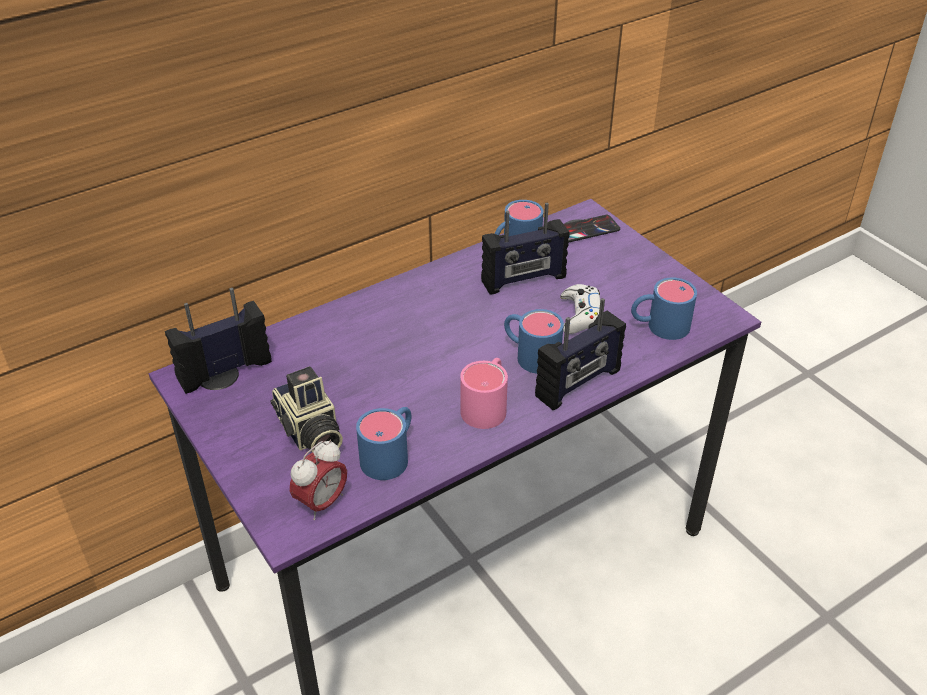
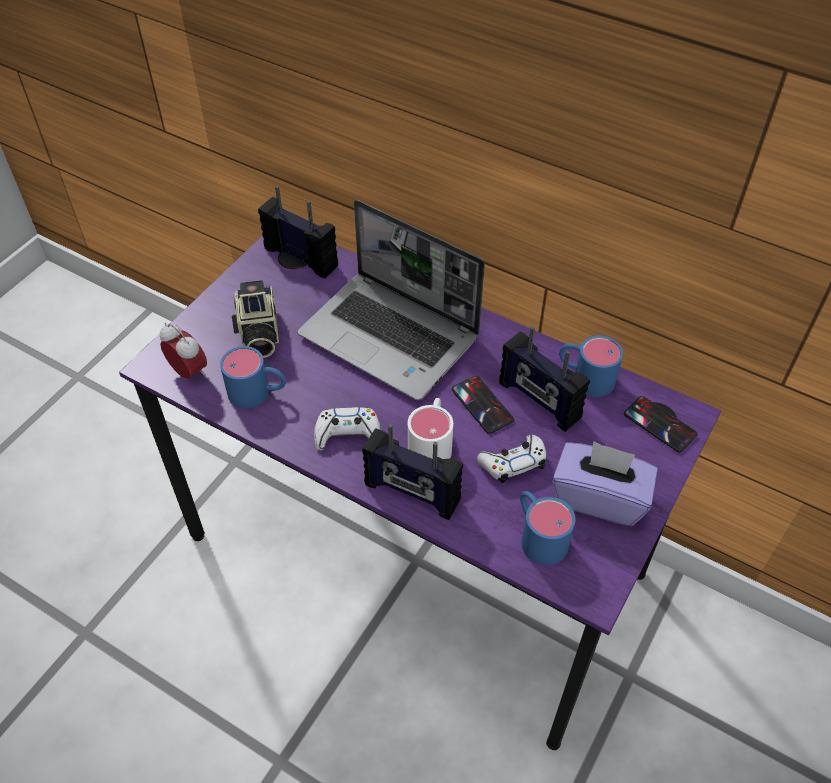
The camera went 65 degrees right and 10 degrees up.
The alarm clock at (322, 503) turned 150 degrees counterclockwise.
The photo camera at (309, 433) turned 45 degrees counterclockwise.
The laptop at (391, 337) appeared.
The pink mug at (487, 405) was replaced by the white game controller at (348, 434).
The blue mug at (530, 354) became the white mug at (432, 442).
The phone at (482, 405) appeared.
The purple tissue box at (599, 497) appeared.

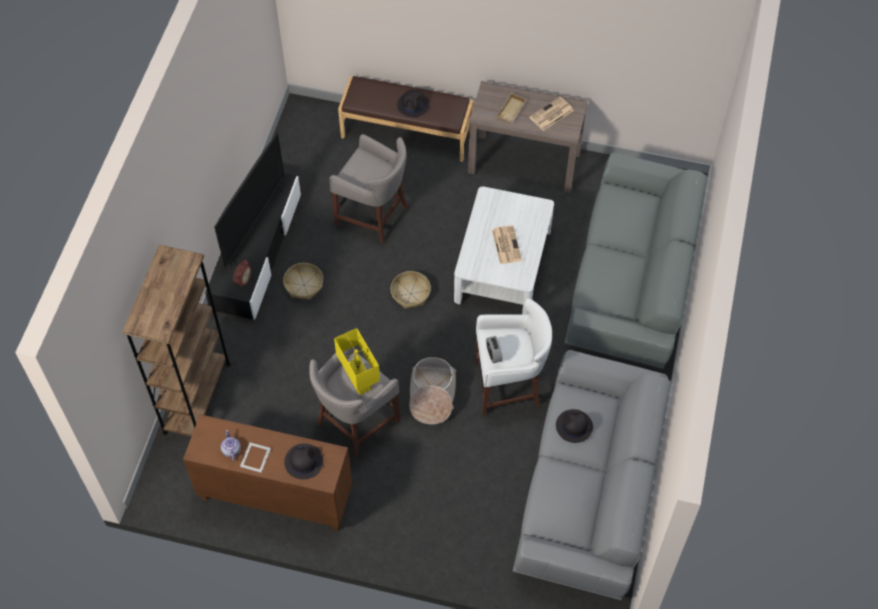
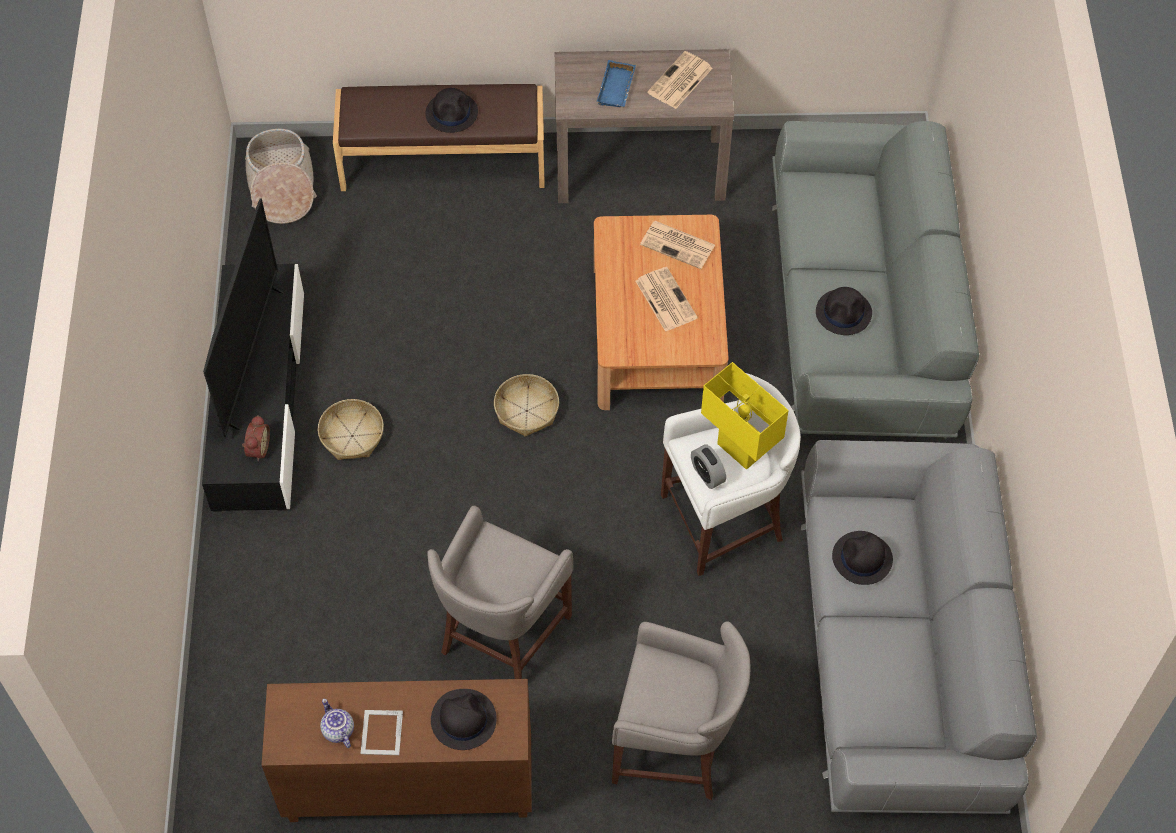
The camera went 15 degrees left and 0 degrees up.
The basket moved from (432, 395) to (281, 187).
The white coffee table at (503, 265) became the brown coffee table at (657, 334).
The beige tray at (512, 111) became the blue tray at (617, 89).
The grey stool moved from (374, 215) to (676, 747).
The newspaper at (679, 245) appeared.
The yellow table lamp moved from (359, 382) to (739, 450).
The black hat at (844, 312) appeared.
The brown bookcase at (197, 398) disappeared.

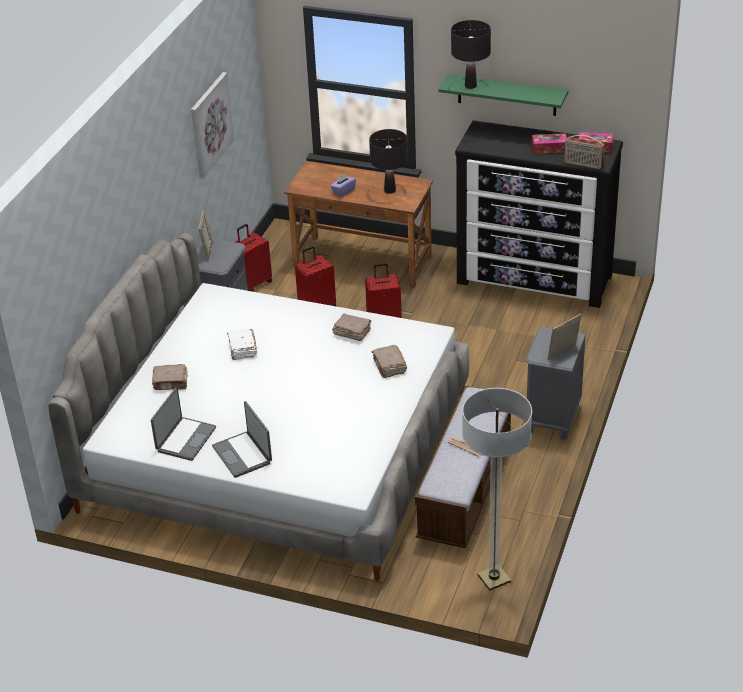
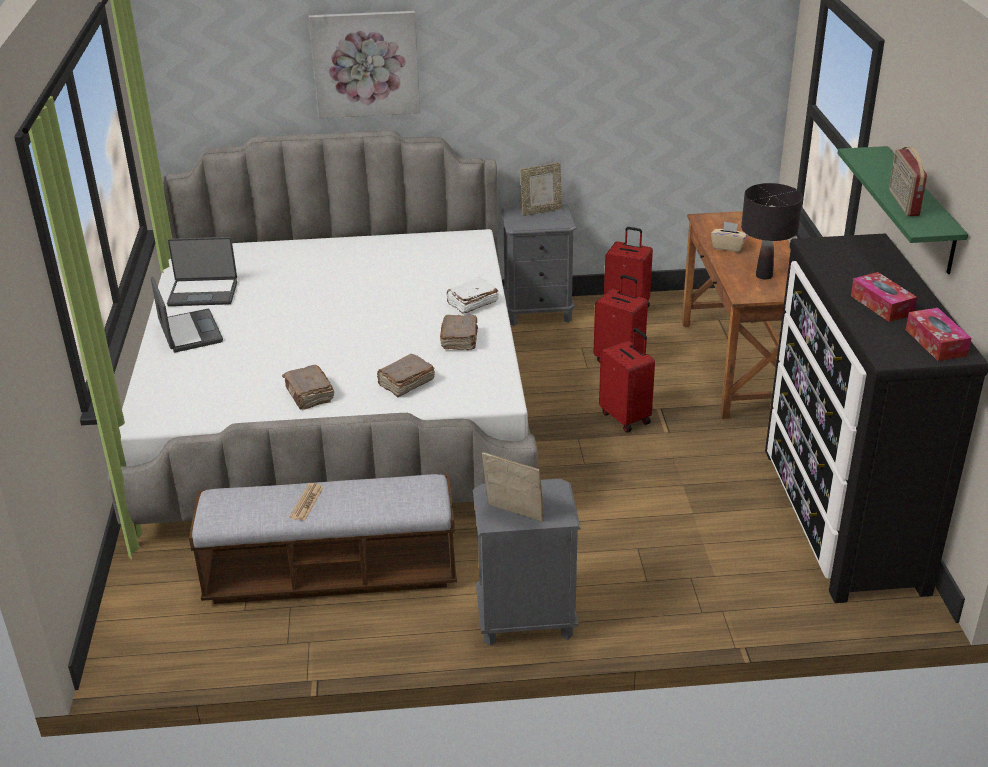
The camera went 65 degrees right and 5 degrees down.
The laptop at (243, 455) turned 120 degrees clockwise.
The brown book moved from (171, 383) to (309, 395).
The picture moved from (210, 124) to (365, 64).
The white book moved from (242, 349) to (471, 303).
The purple tissue box at (343, 191) became the beige tissue box at (728, 247).
The radio moved from (583, 164) to (902, 203).
The black table lamp at (470, 86) disappeared.
The floor lamp at (494, 578) disappeared.

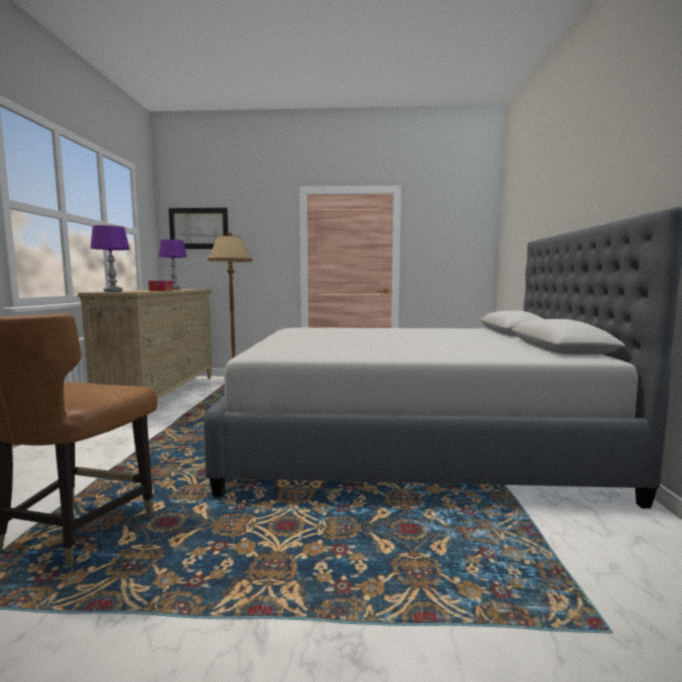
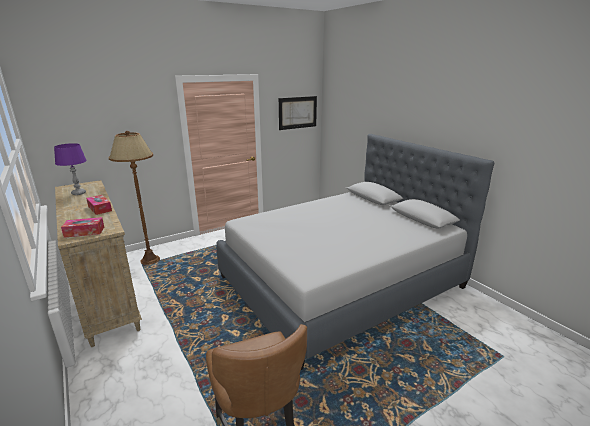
The camera went 35 degrees left and 15 degrees up.
The purple table lamp at (113, 291) was replaced by the tissue box at (84, 232).
The picture moved from (199, 228) to (298, 112).

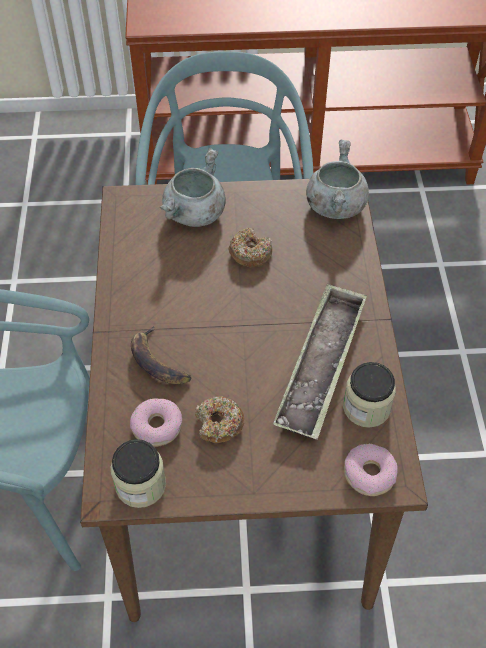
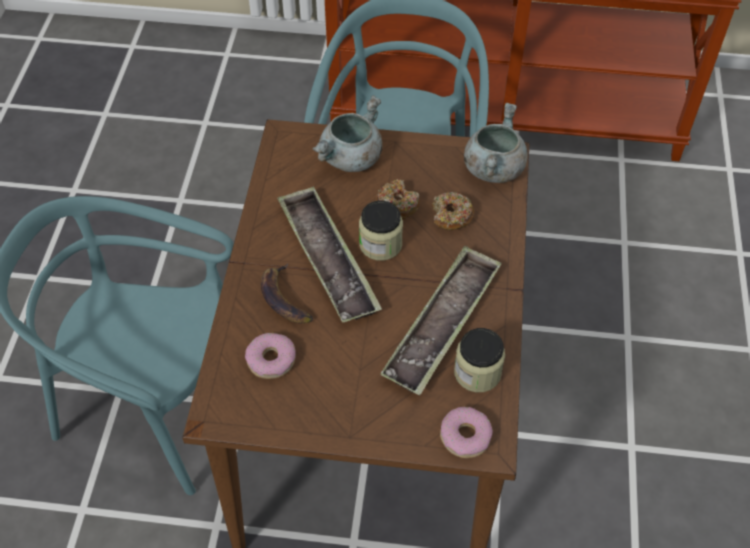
The camera went 10 degrees right and 0 degrees up.
The tray at (327, 259) appeared.
The jar moved from (141, 485) to (380, 244).
The donut moved from (219, 424) to (451, 216).

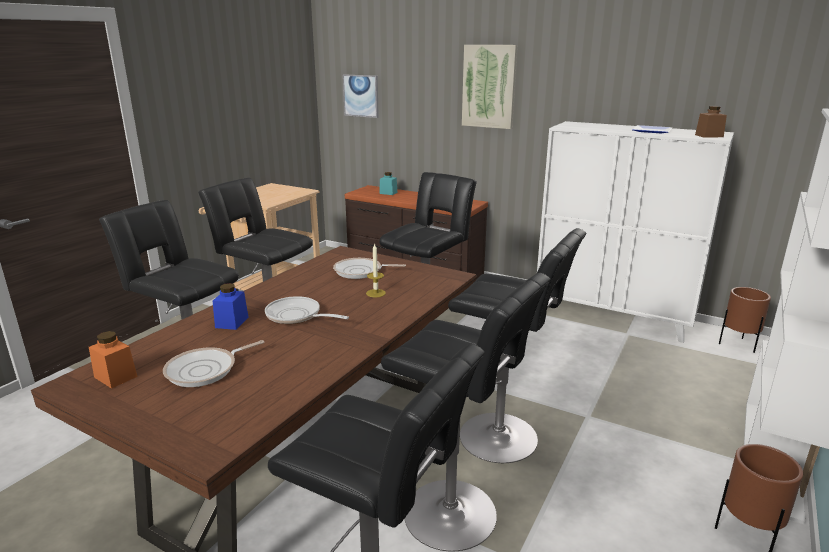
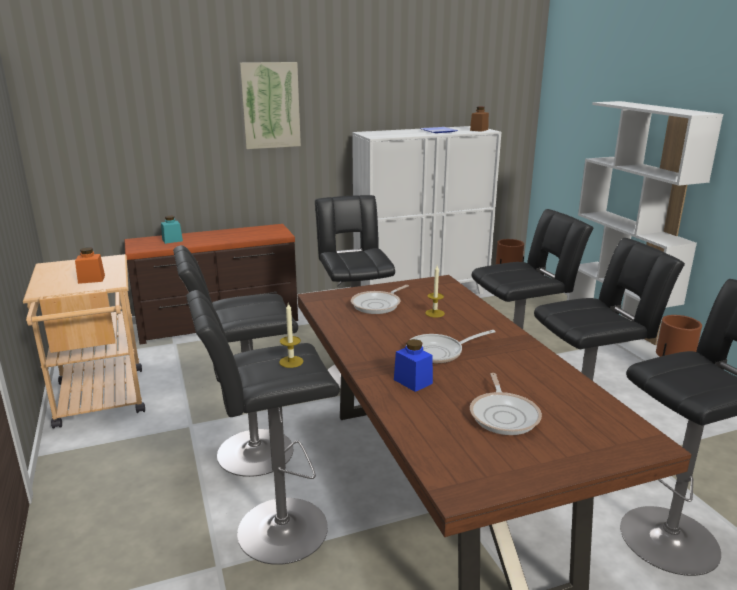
The camera went 50 degrees left and 0 degrees up.
The orange jar moved from (115, 377) to (91, 279).
The candle at (291, 362) appeared.
The picture at (361, 96) disappeared.

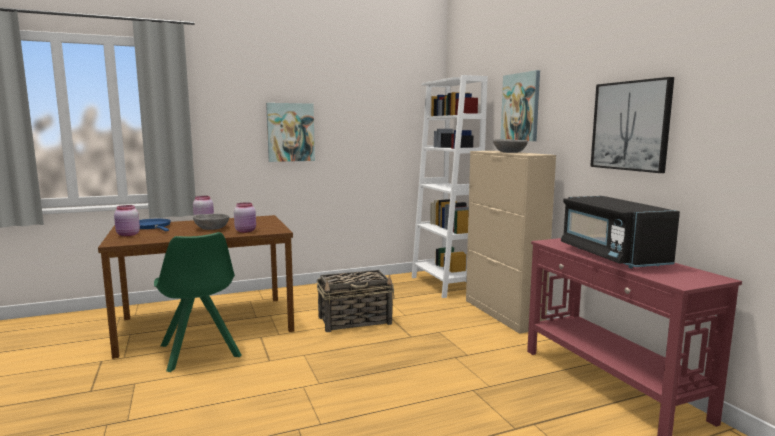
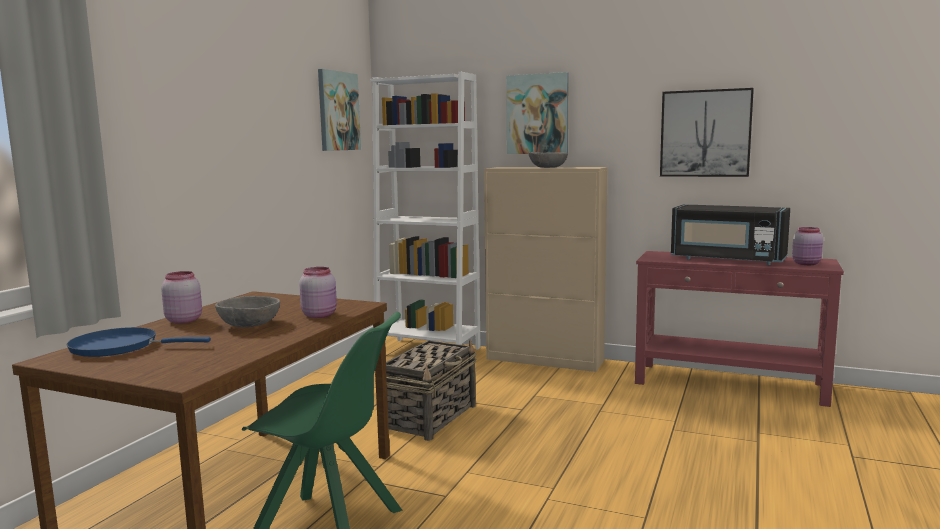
The camera went 45 degrees left and 0 degrees up.
The picture moved from (290, 132) to (338, 111).
The pink jar moved from (128, 235) to (807, 264).

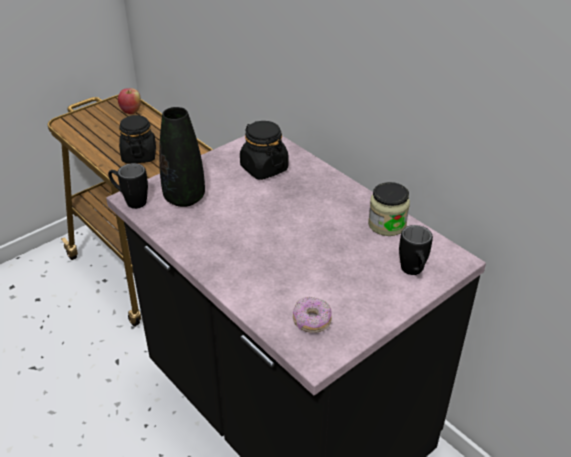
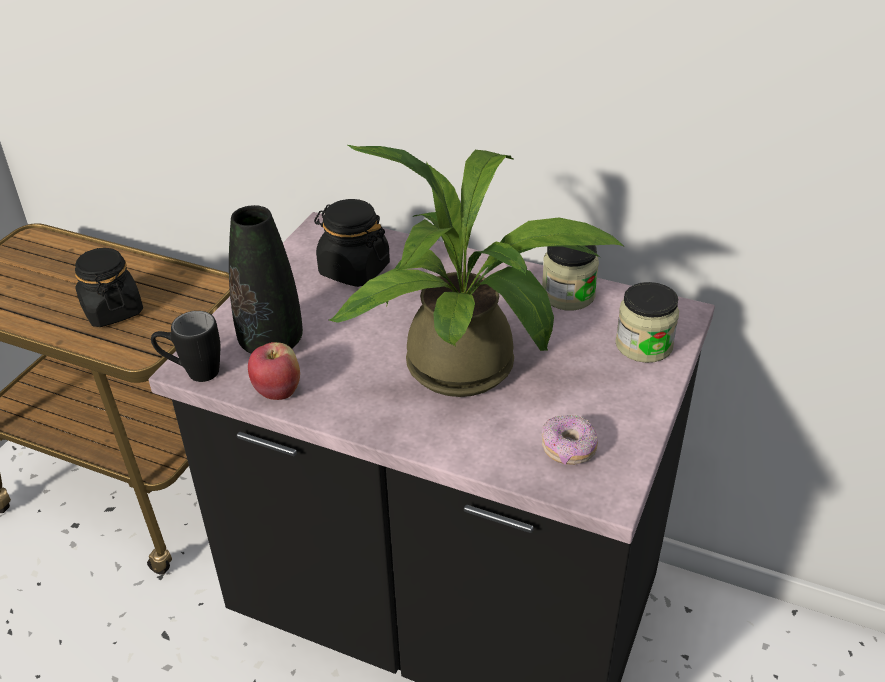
The camera went 25 degrees left and 0 degrees up.
The apple moved from (131, 111) to (277, 391).
The potted plant at (473, 370) appeared.
The black mug at (413, 273) was replaced by the jar at (644, 345).

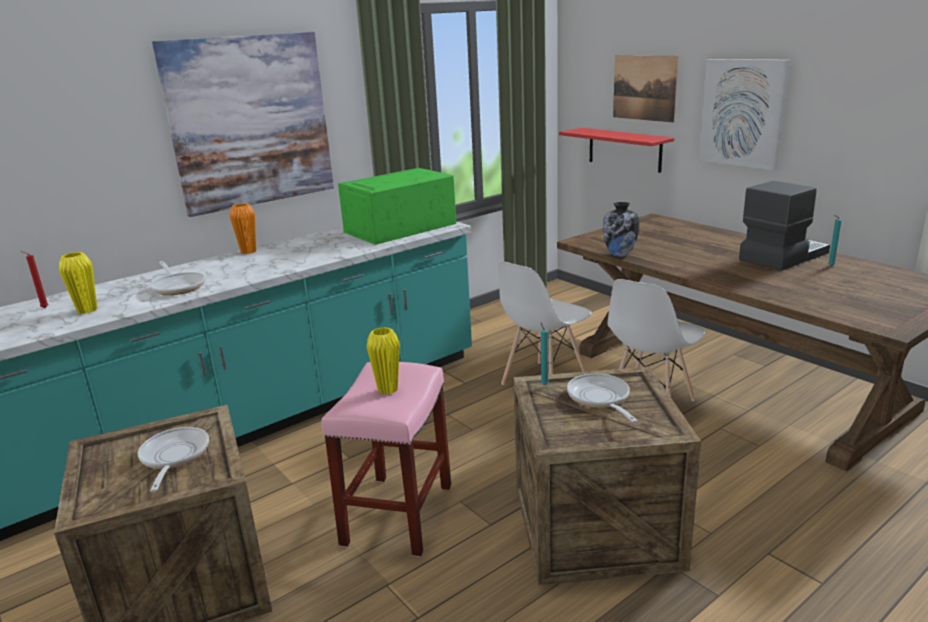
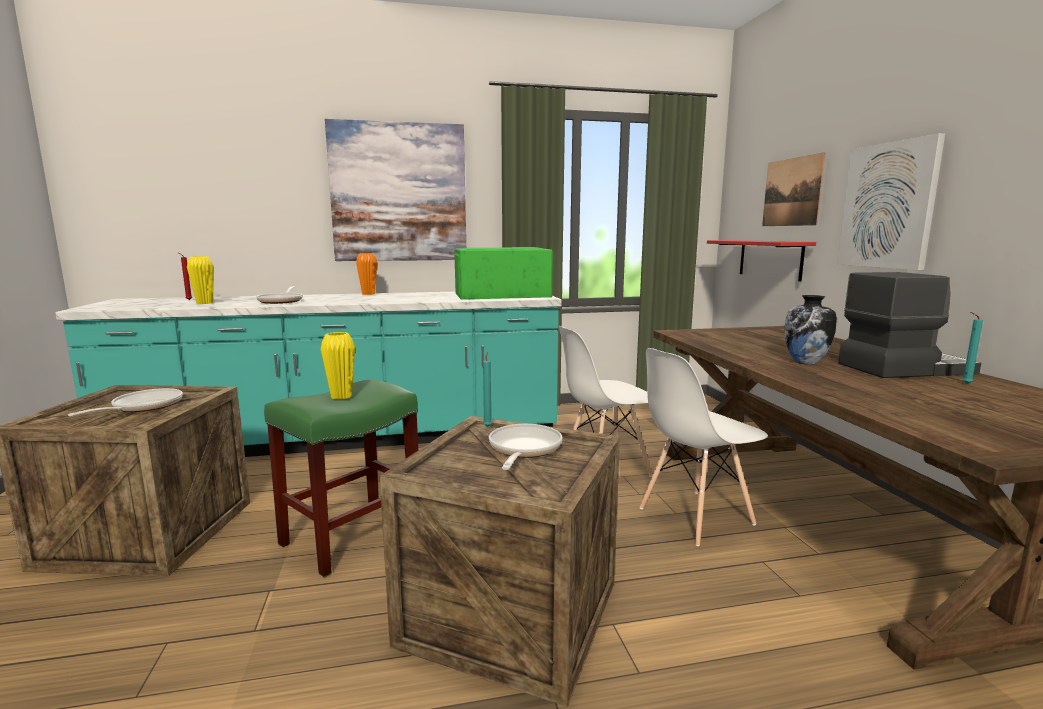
The camera went 25 degrees right and 10 degrees down.
The pink stool at (398, 515) became the green stool at (351, 536).
The vase moved from (620, 254) to (806, 362).

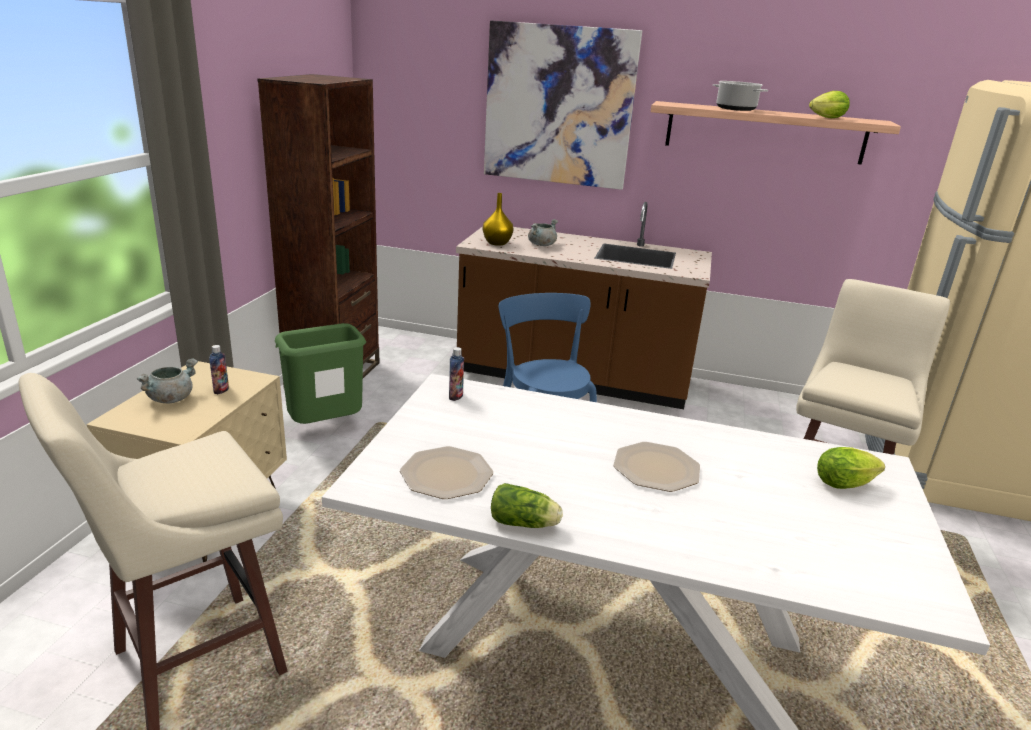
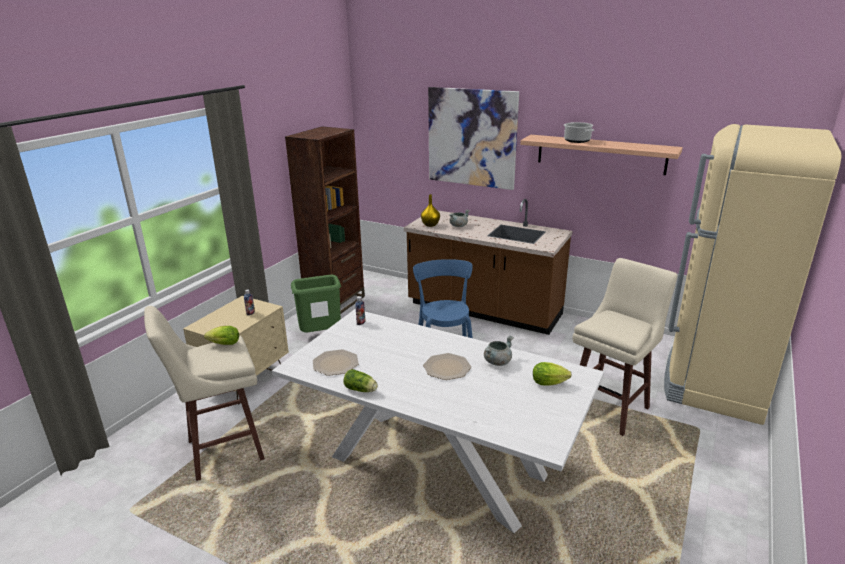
The camera went 15 degrees right and 0 degrees up.
The lettuce moved from (825, 118) to (223, 344).
The grey cooking pot moved from (171, 398) to (497, 361).

